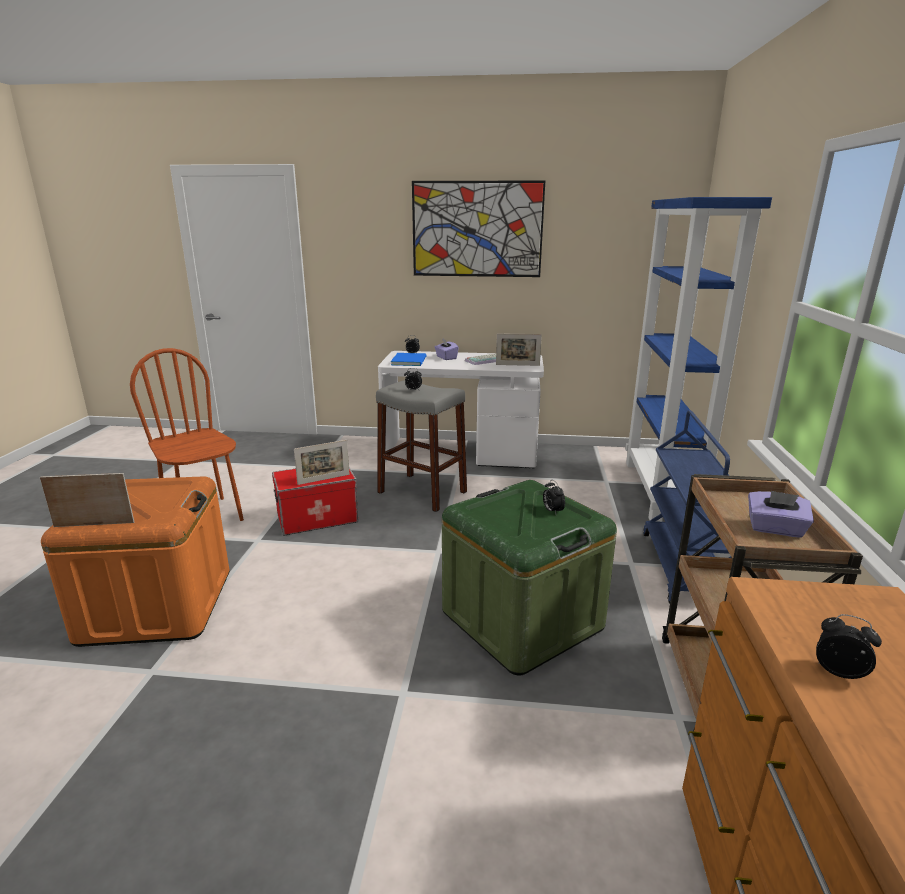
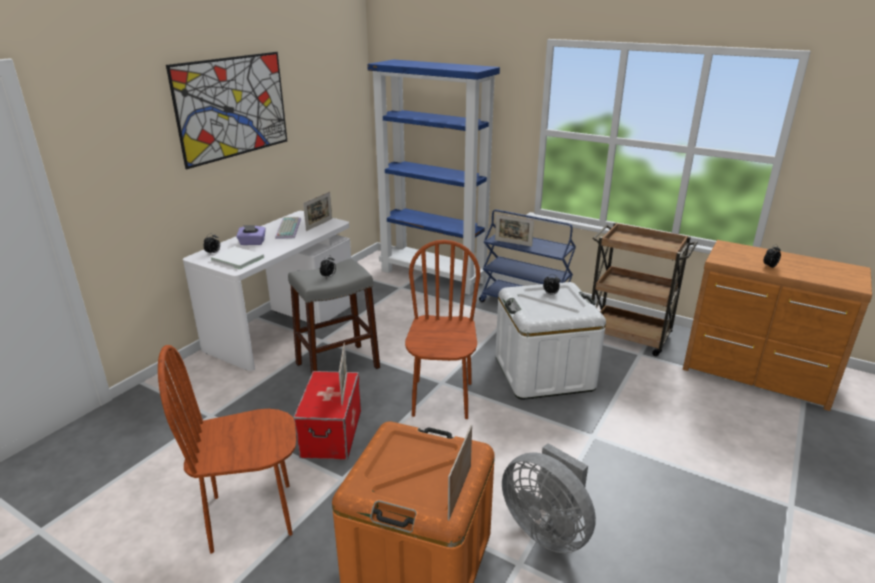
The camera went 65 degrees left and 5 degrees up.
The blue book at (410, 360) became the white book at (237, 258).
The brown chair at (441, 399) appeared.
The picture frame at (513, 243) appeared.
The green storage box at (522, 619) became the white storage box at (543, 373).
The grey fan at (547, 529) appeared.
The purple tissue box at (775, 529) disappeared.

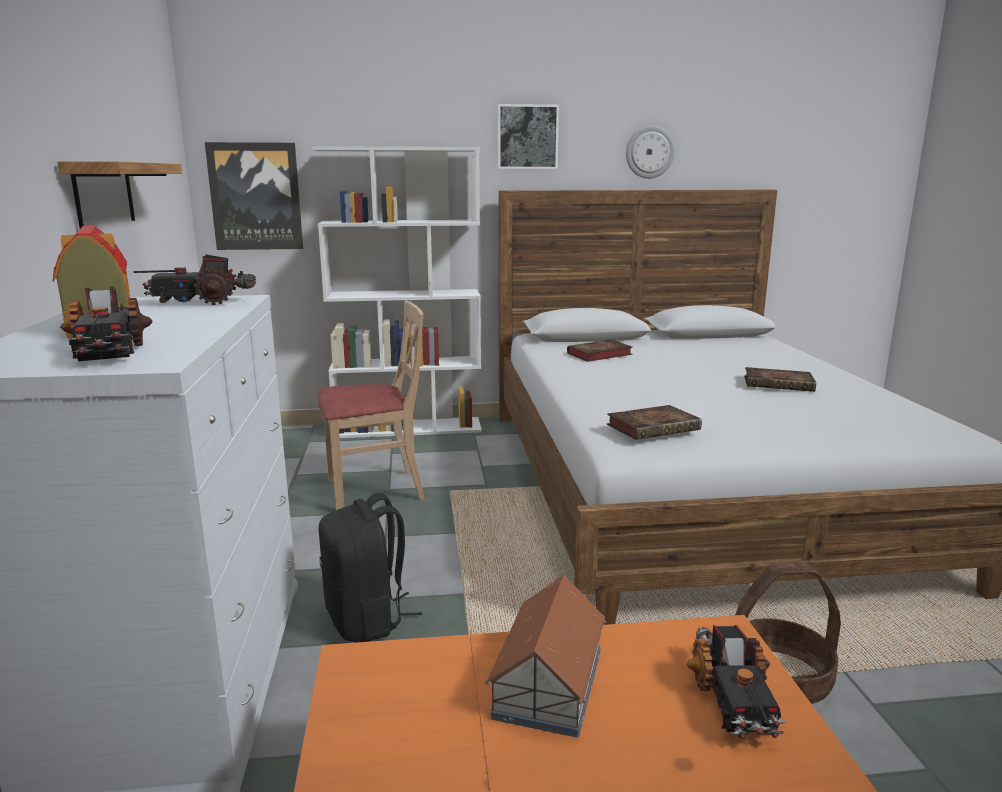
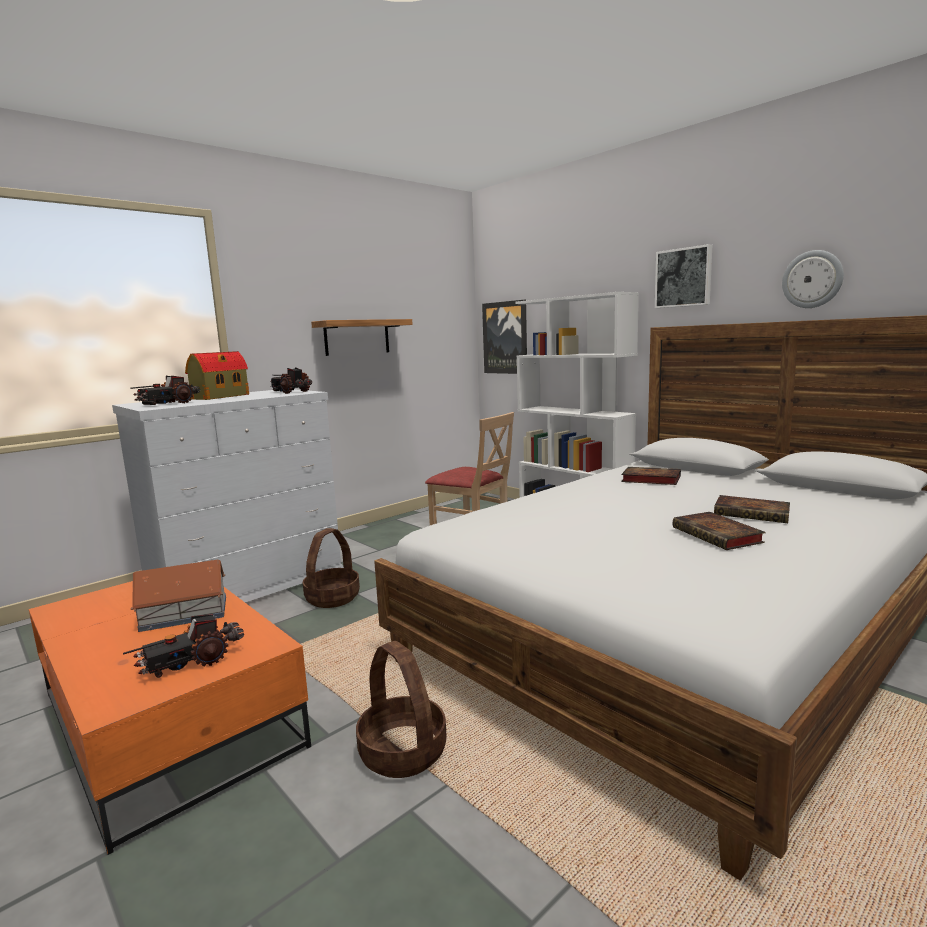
The camera went 55 degrees right and 5 degrees down.
The black backpack at (367, 620) was replaced by the basket at (332, 598).
The book moved from (654, 427) to (753, 514).

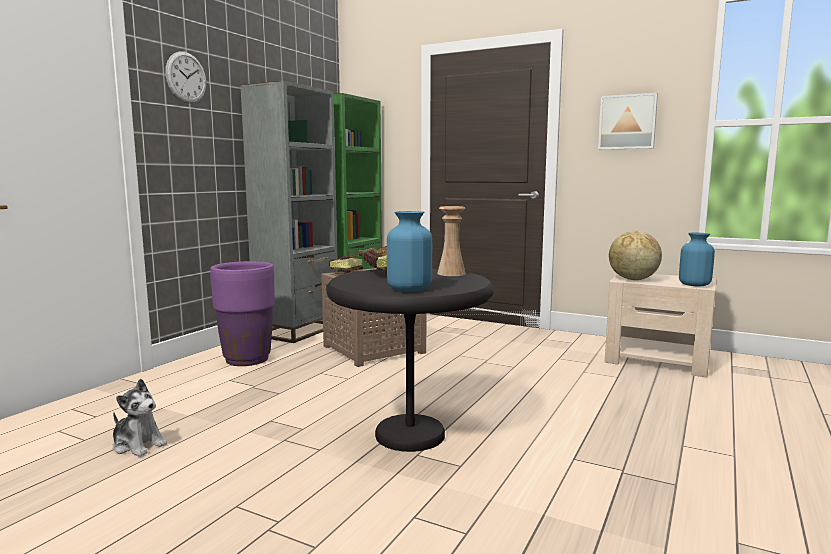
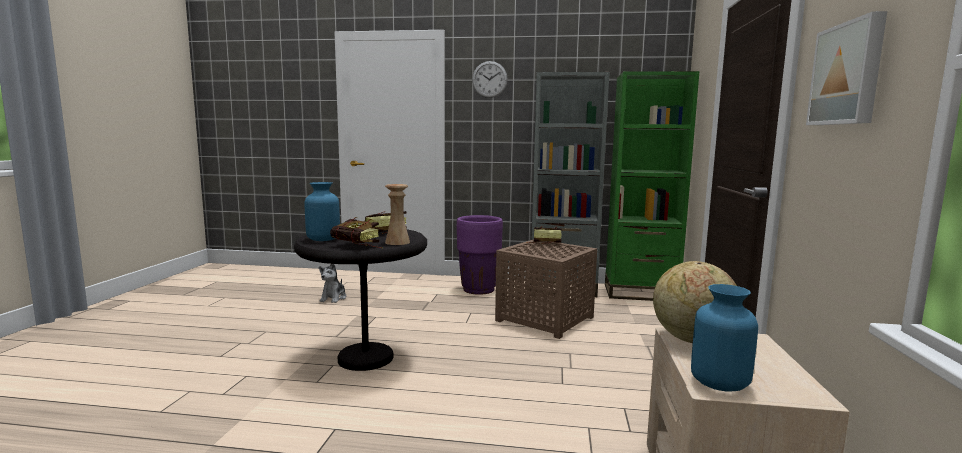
The camera went 70 degrees right and 0 degrees up.
The book at (359, 246) appeared.

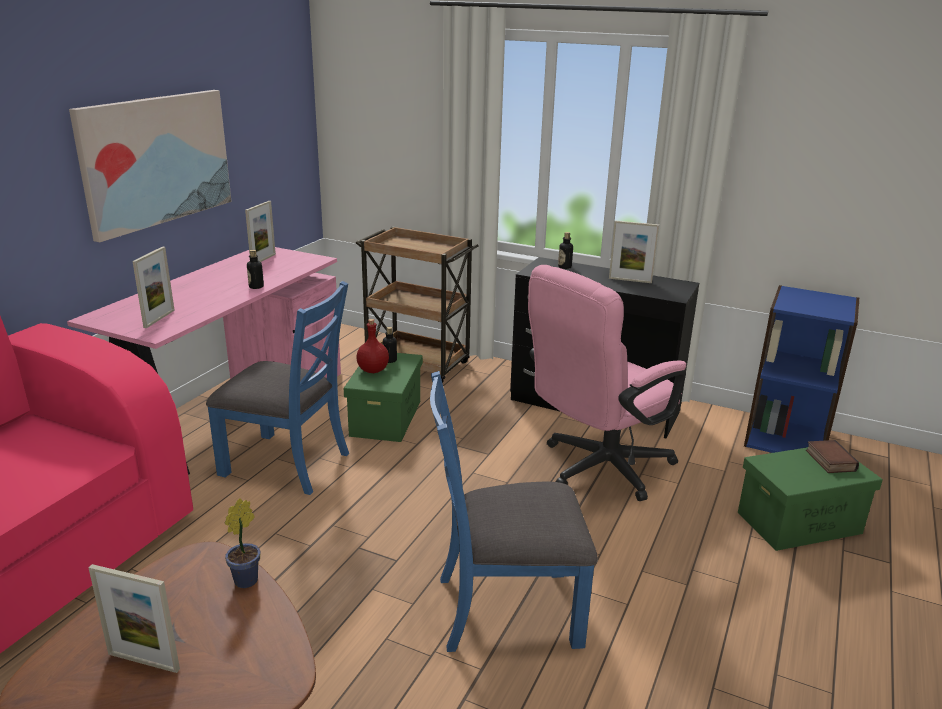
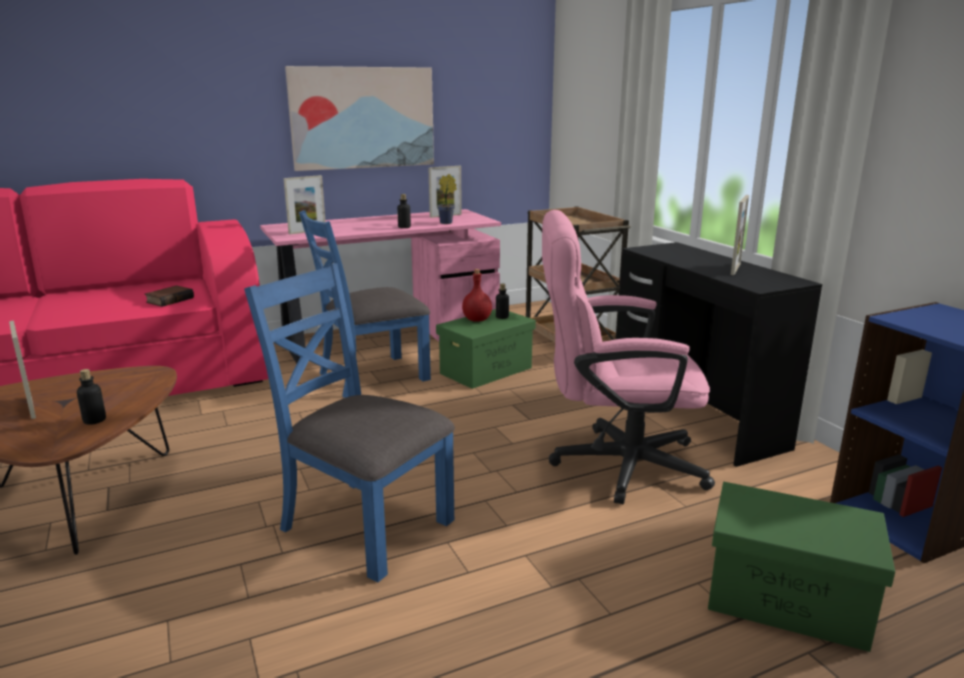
The camera went 40 degrees right and 5 degrees down.
The bottle moved from (564, 267) to (94, 420).
The book moved from (829, 460) to (170, 300).
The blue chair at (287, 463) turned 90 degrees clockwise.
The potted plant moved from (248, 579) to (447, 223).
The picture frame at (630, 280) turned 120 degrees counterclockwise.

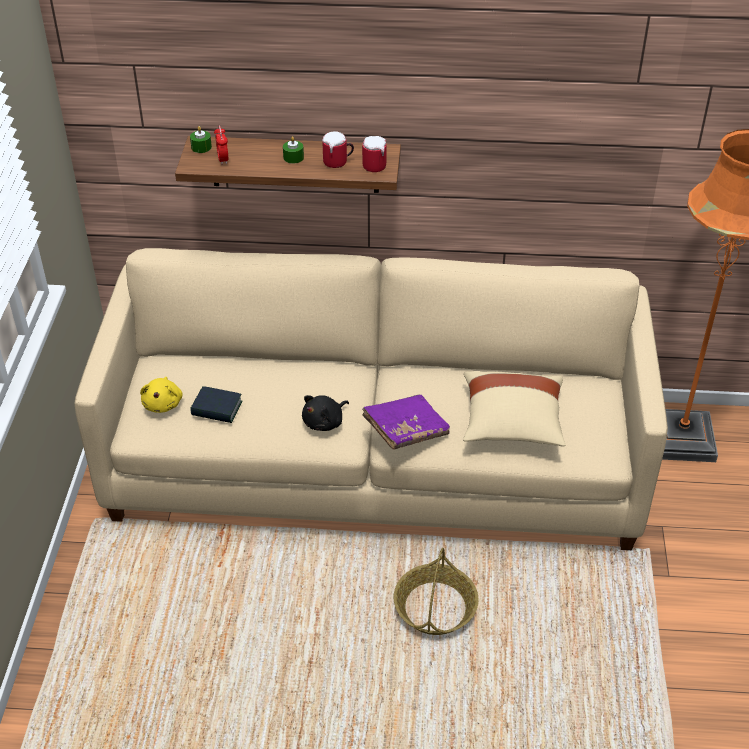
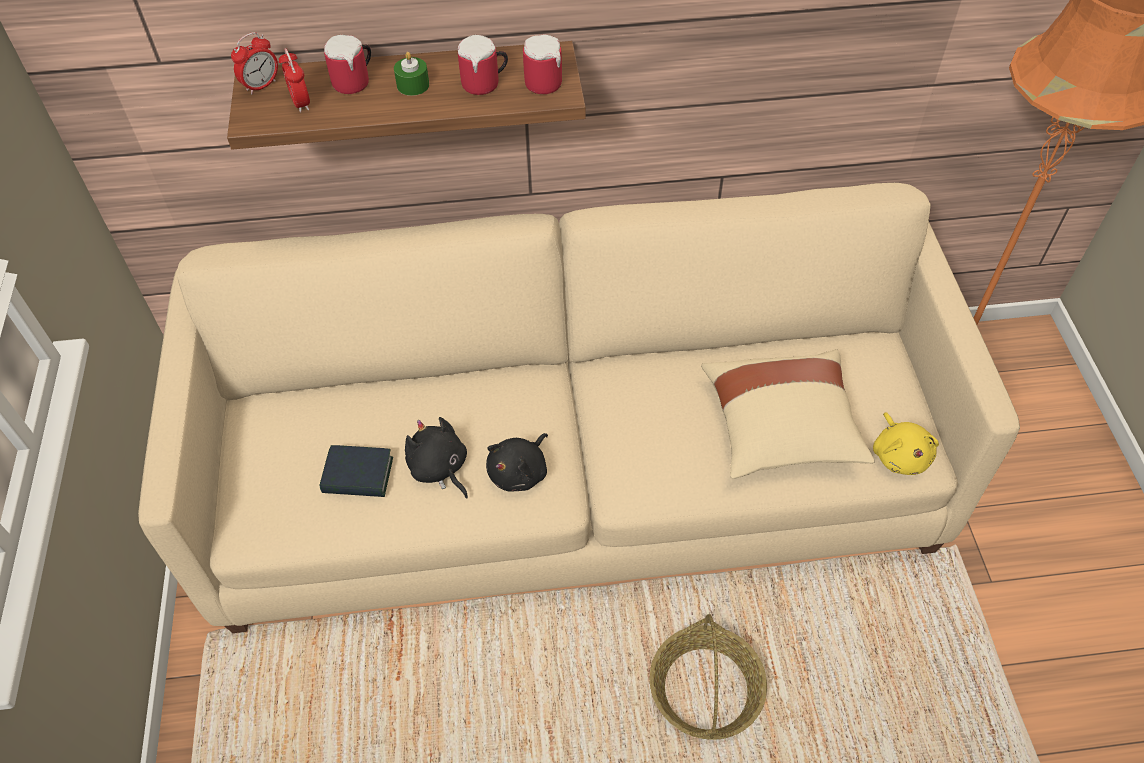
The camera went 10 degrees left and 10 degrees up.
The green candle at (201, 147) was replaced by the alarm clock at (261, 85).
The mug at (356, 82) appeared.
The black plush toy at (439, 469) appeared.
The yellow plush toy moved from (163, 403) to (900, 455).
The purple book at (406, 431) disappeared.

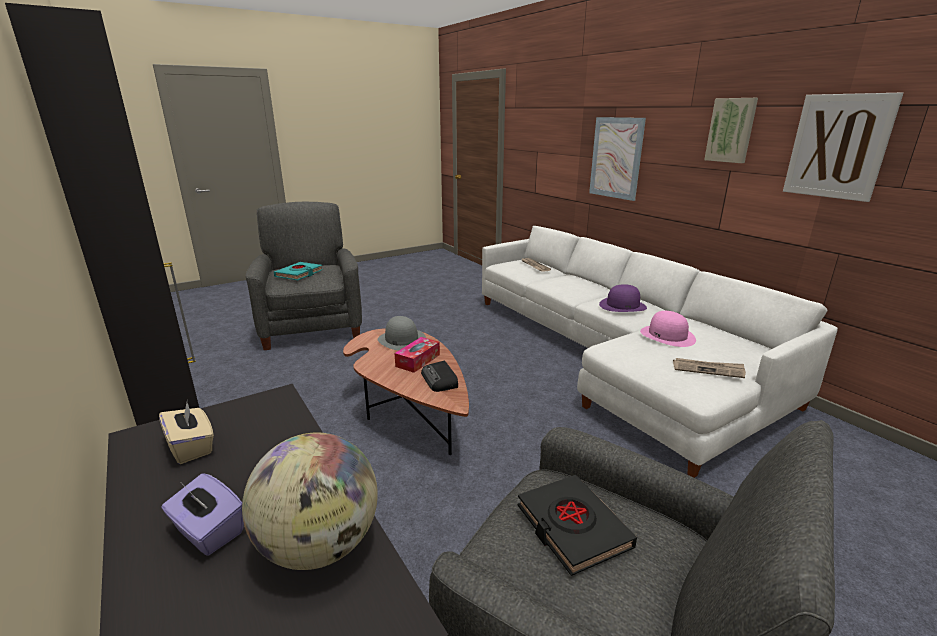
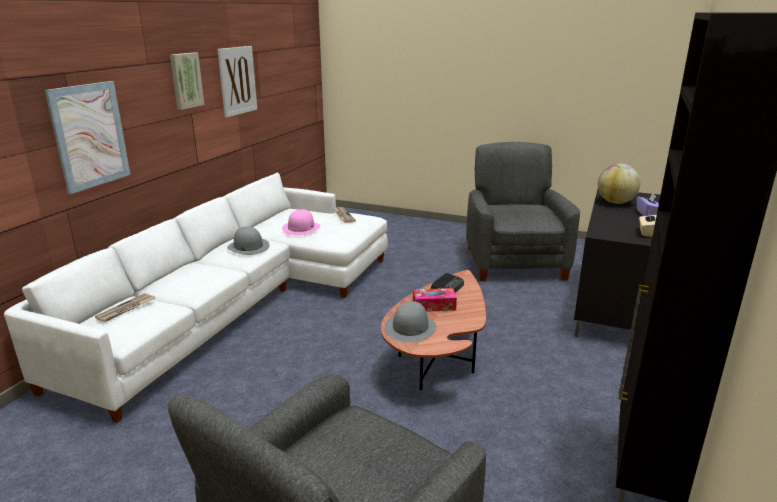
The camera went 125 degrees left and 0 degrees up.
The purple hat at (622, 305) became the grey hat at (248, 247).
The turquoise book at (299, 274) disappeared.
The black book at (572, 527) disappeared.

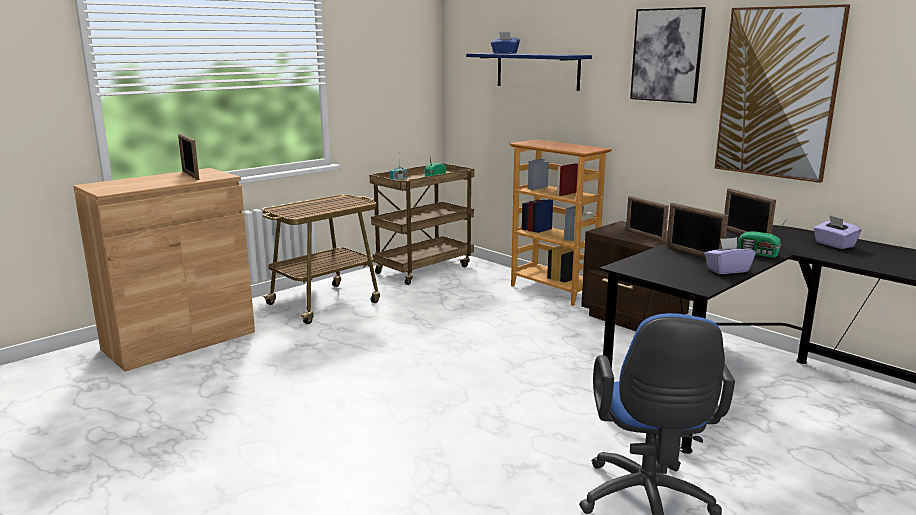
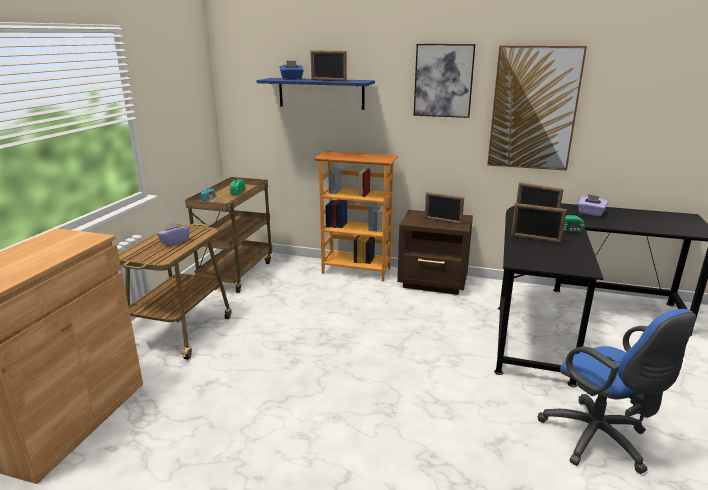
The camera went 30 degrees left and 5 degrees up.
The purple tissue box moved from (727, 270) to (174, 242).
The picture frame moved from (190, 175) to (328, 80).

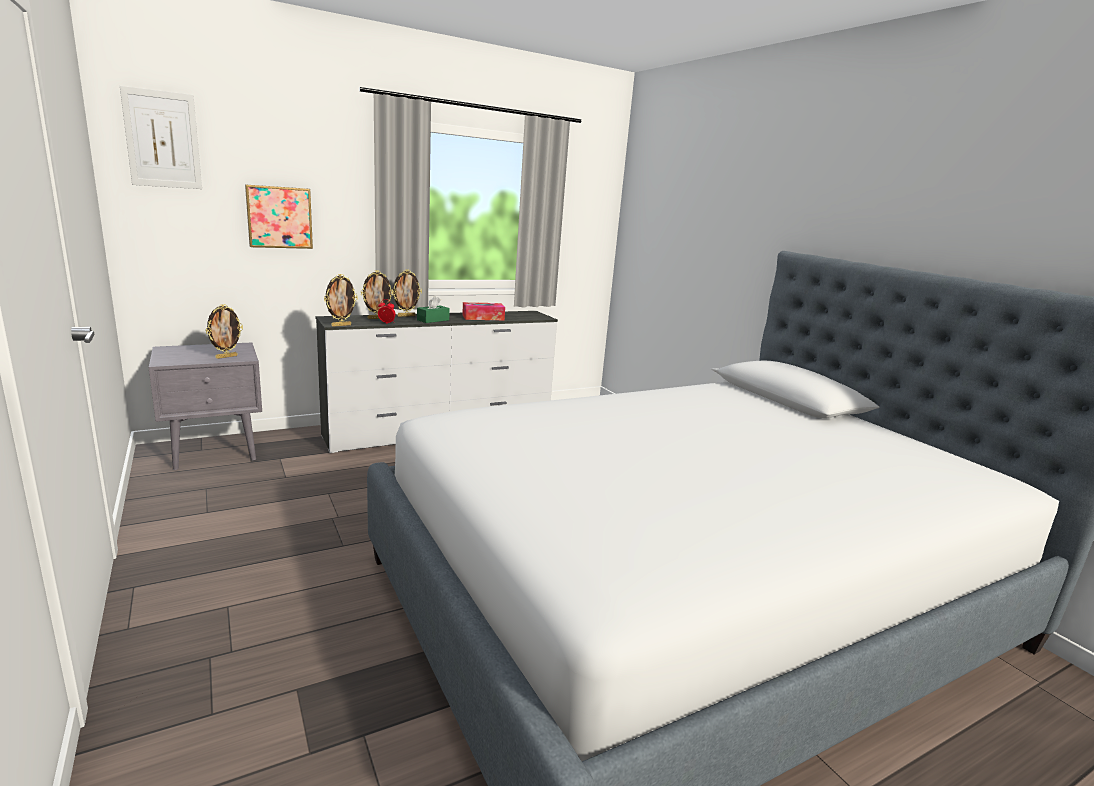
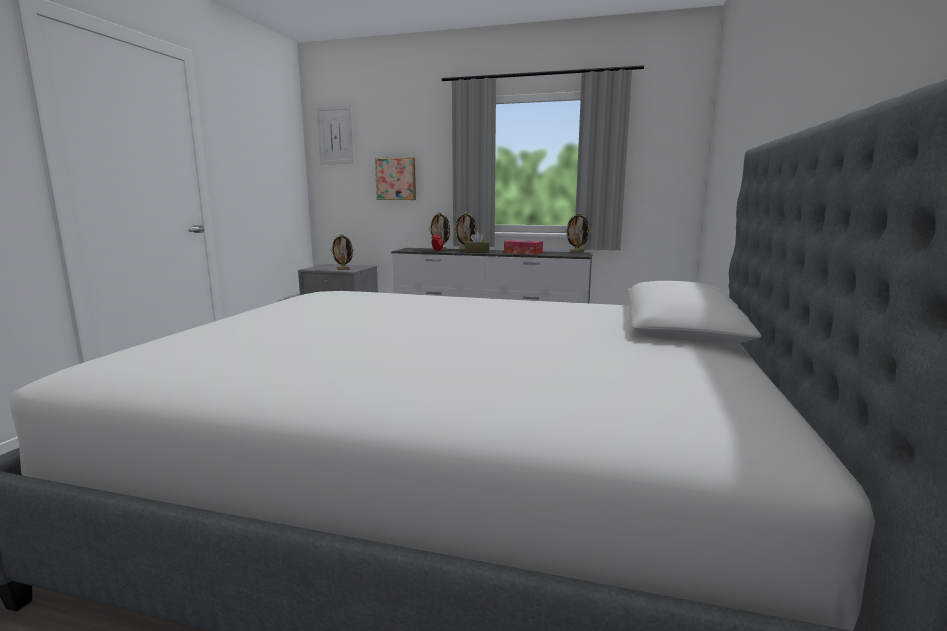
The camera went 45 degrees right and 5 degrees down.
The green tissue box at (433, 320) became the brown tissue box at (477, 252).
The picture frame moved from (341, 325) to (577, 252).

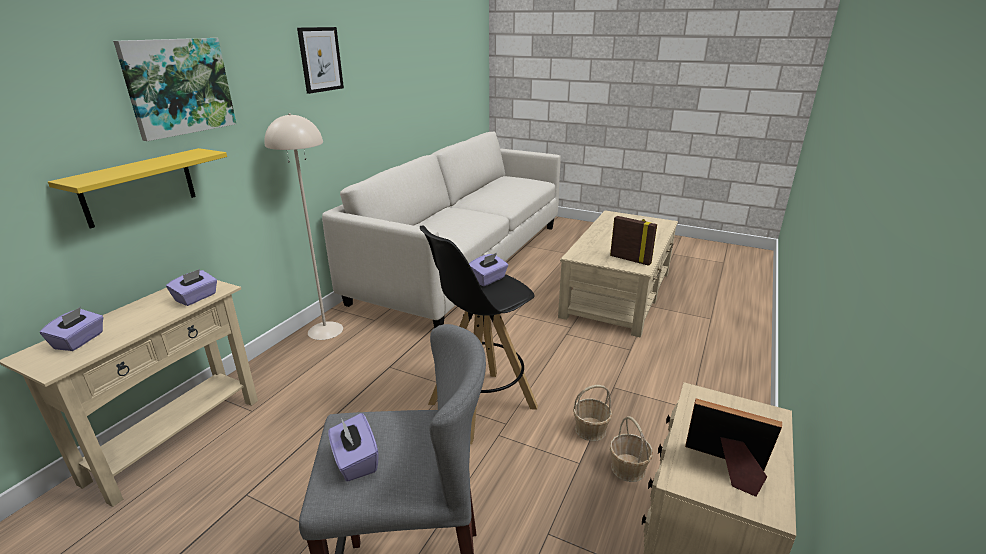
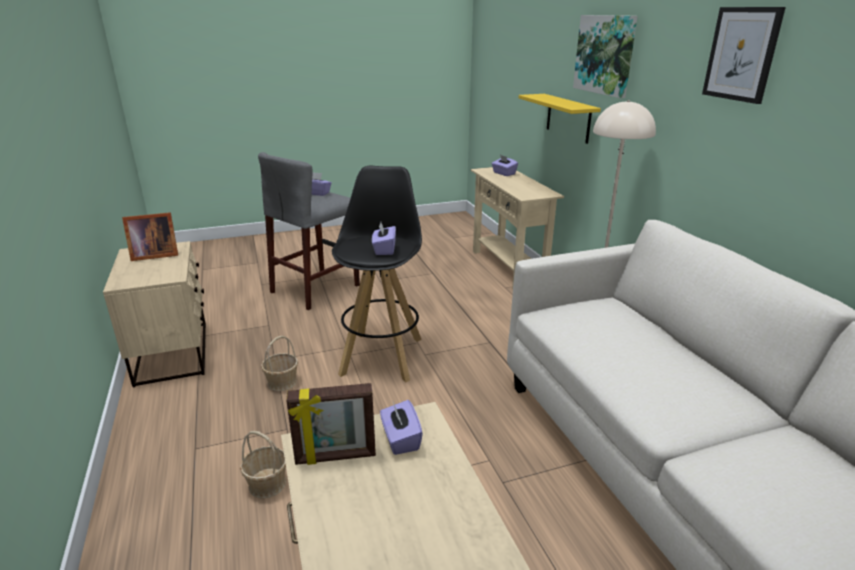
The camera went 135 degrees right and 0 degrees up.
The basket moved from (628, 469) to (267, 483).
The purple tissue box moved from (196, 298) to (400, 439).

